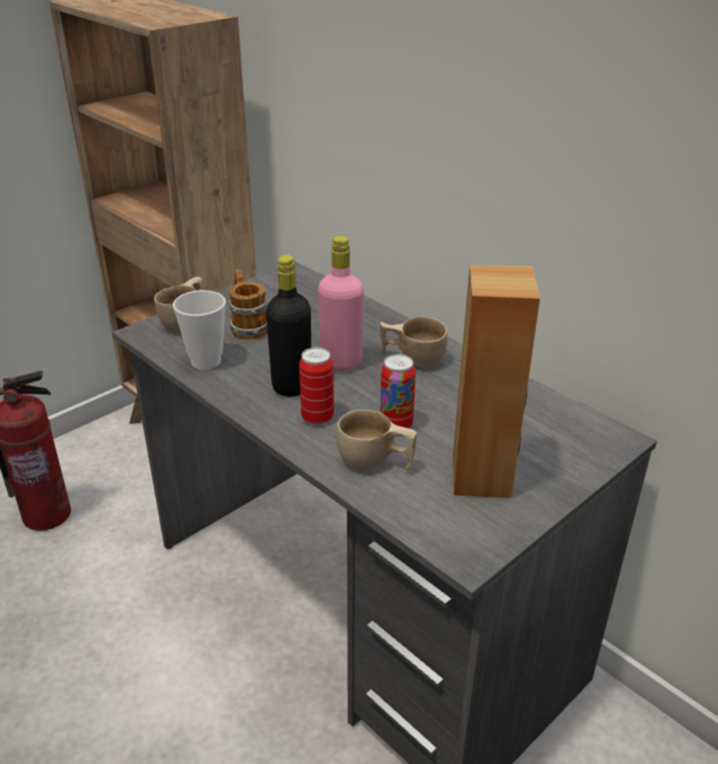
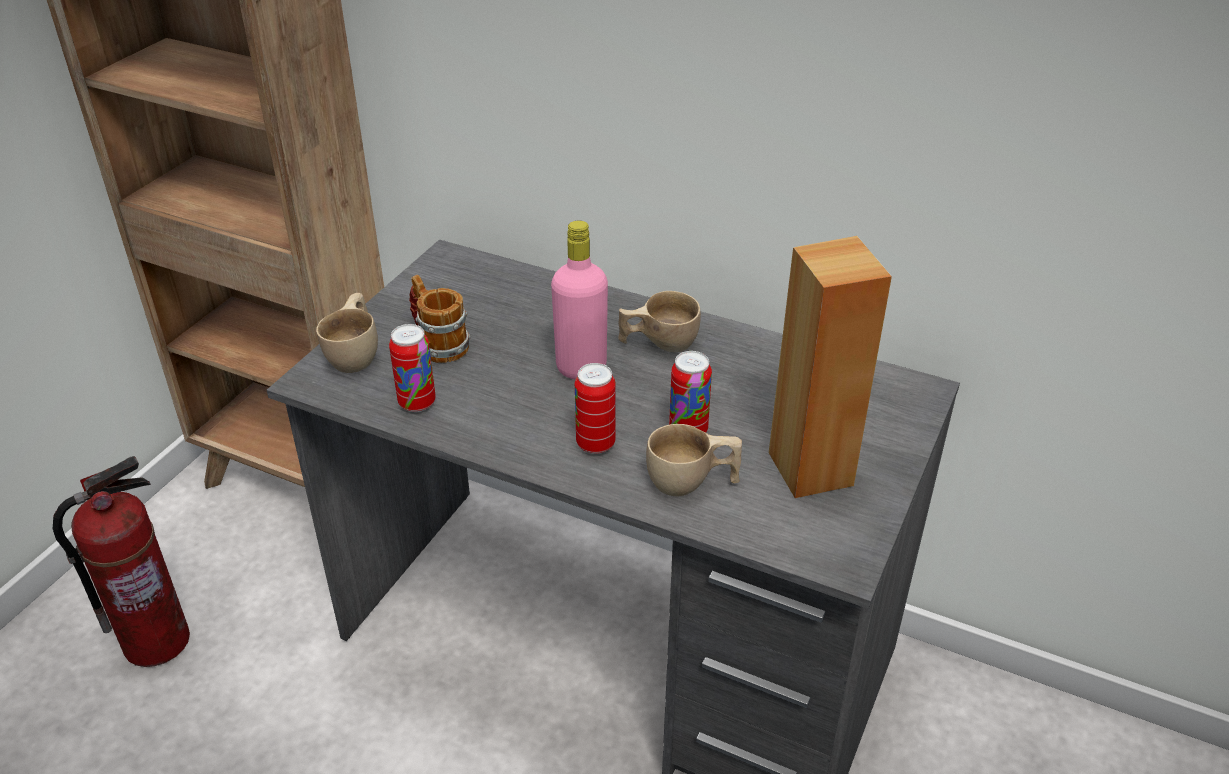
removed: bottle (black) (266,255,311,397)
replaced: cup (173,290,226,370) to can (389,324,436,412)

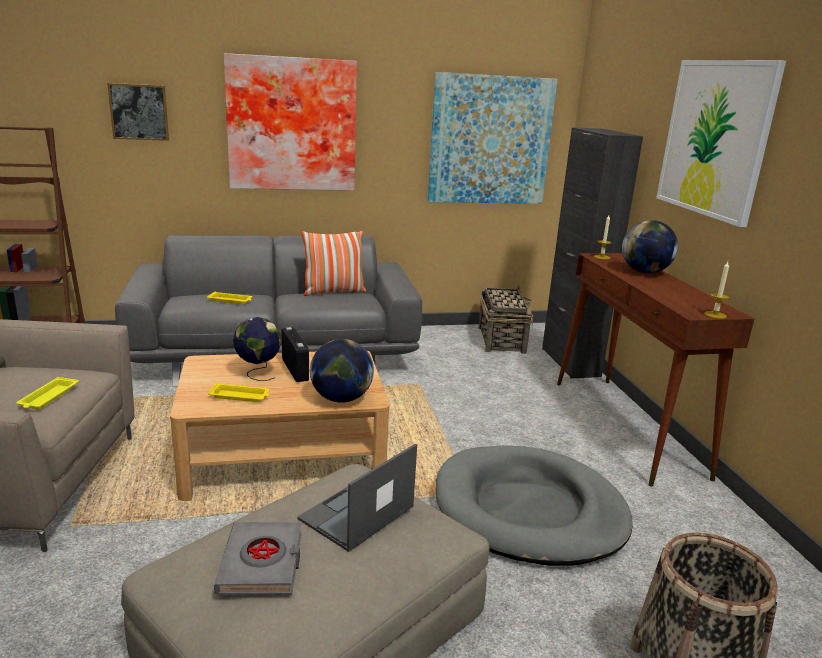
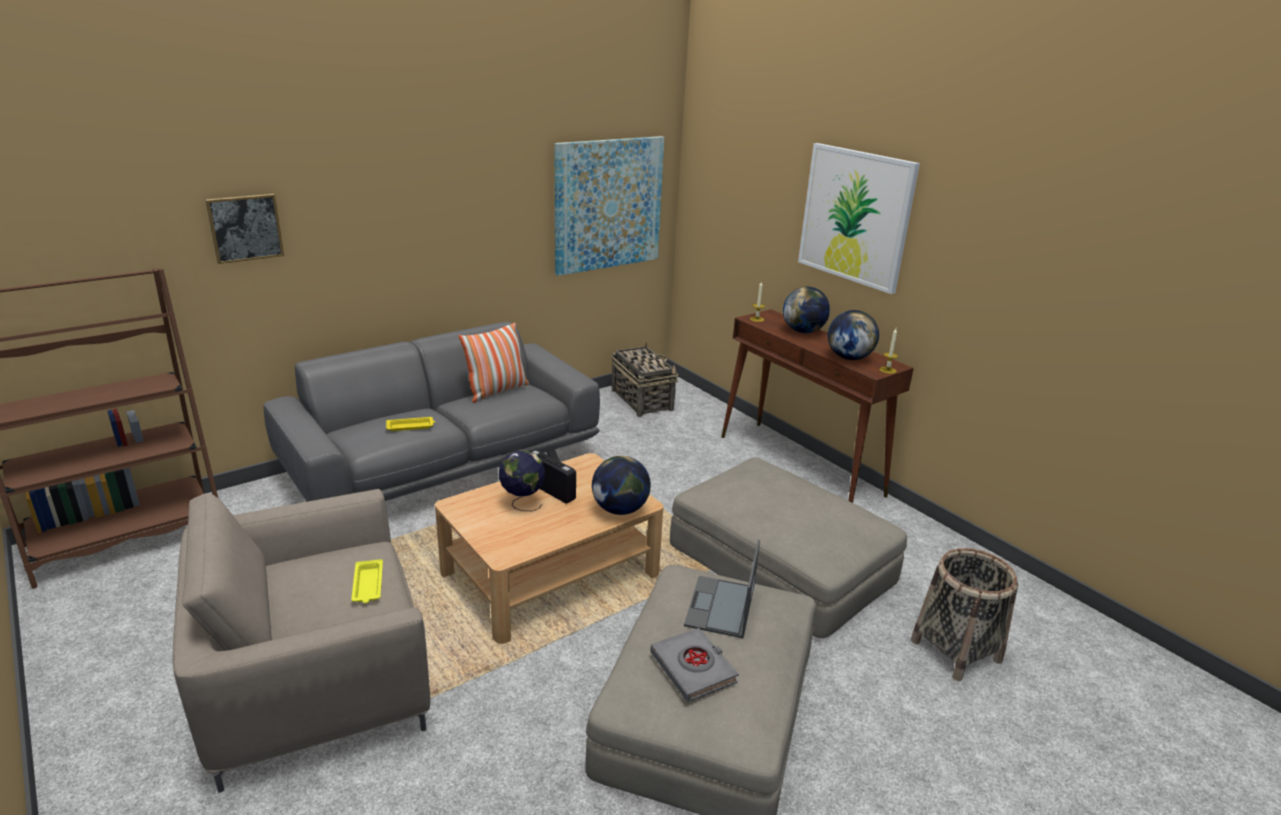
removed: tray (yellow) (208,383,270,402); picture (224,53,357,191); cabinet (black) (542,127,643,378)
added: globe (828,310,879,360)
replaced: dog bed (grey) (436,445,633,566) to ottoman (beige) (670,457,907,639)

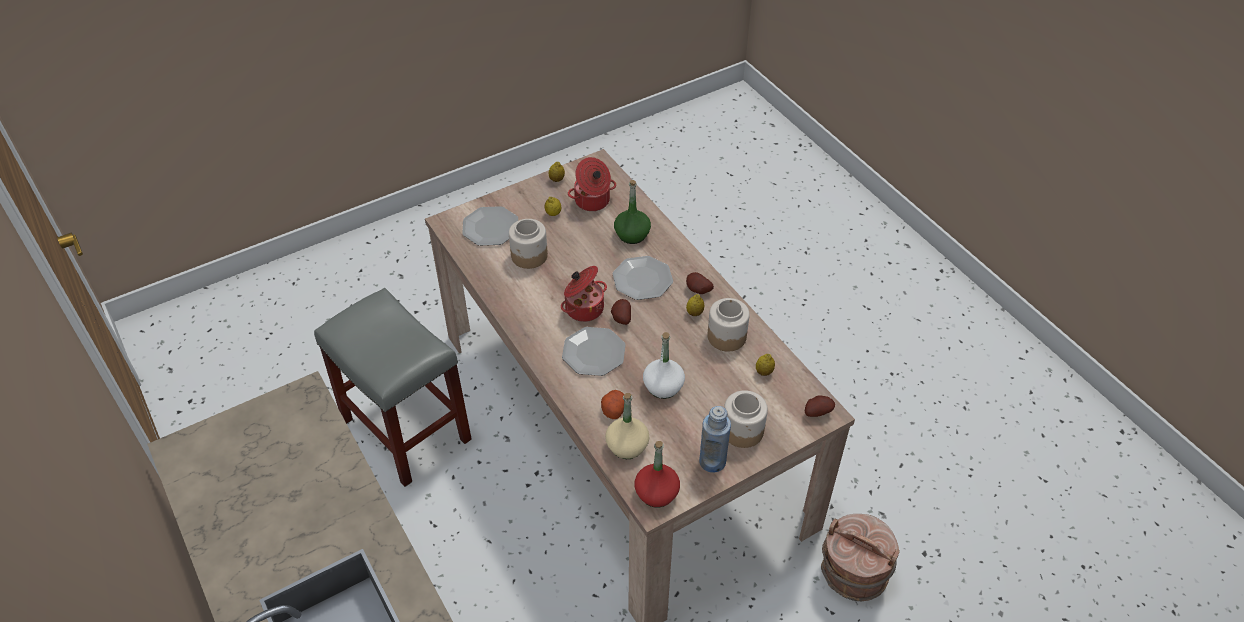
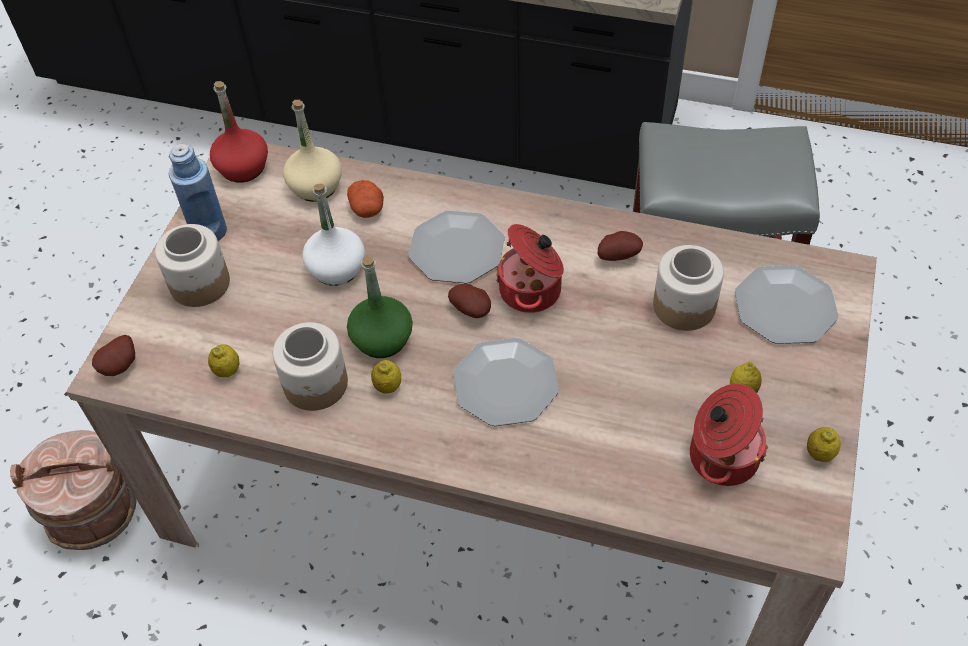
moved: bottle (green) (614,180,651,244) to (347,255,413,358); potato (686,272,714,294) to (597,231,643,261)

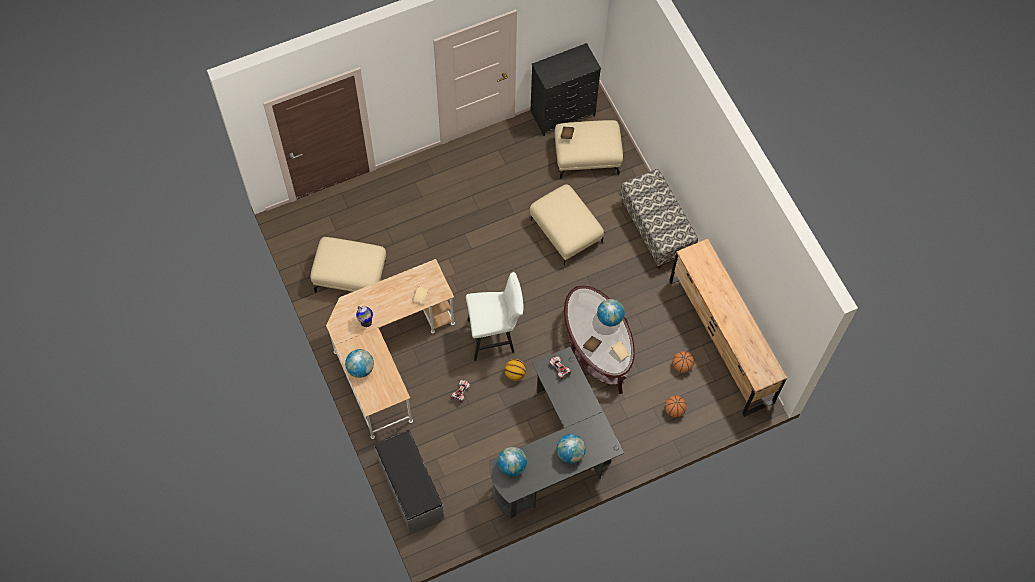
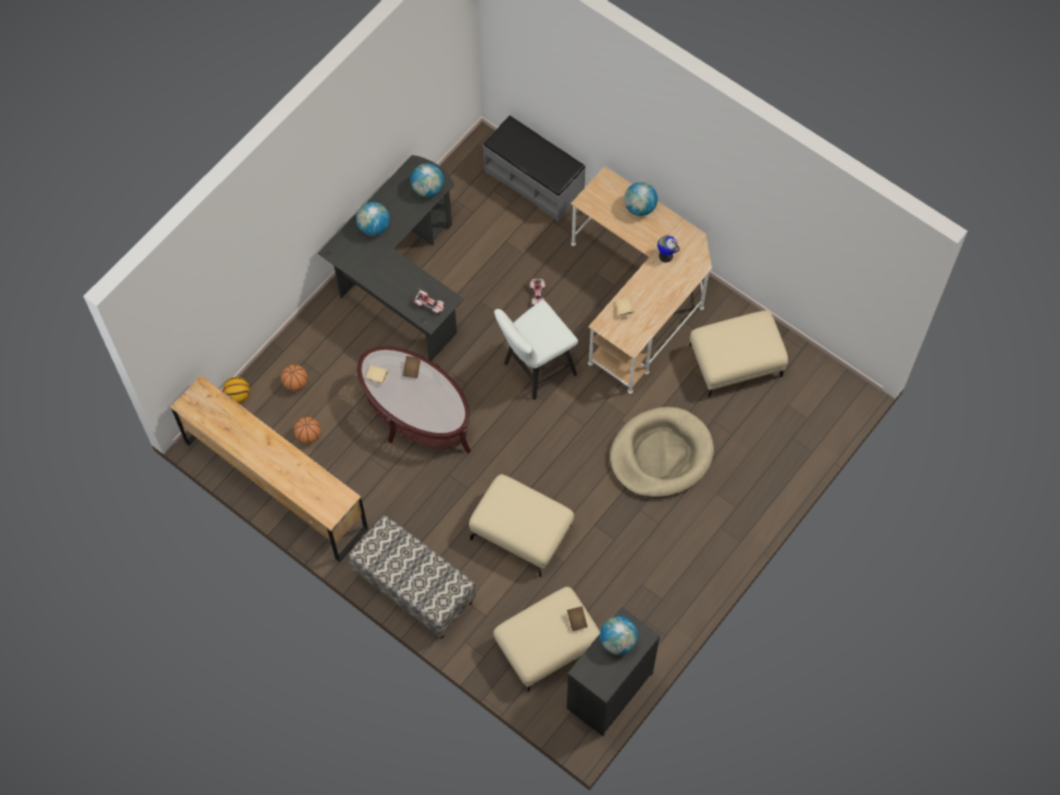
added: dog bed (beige) (610,407,714,498)
moved: basketball (504,359,526,381) to (223,377,250,404); globe (597,299,625,326) to (600,616,638,655)

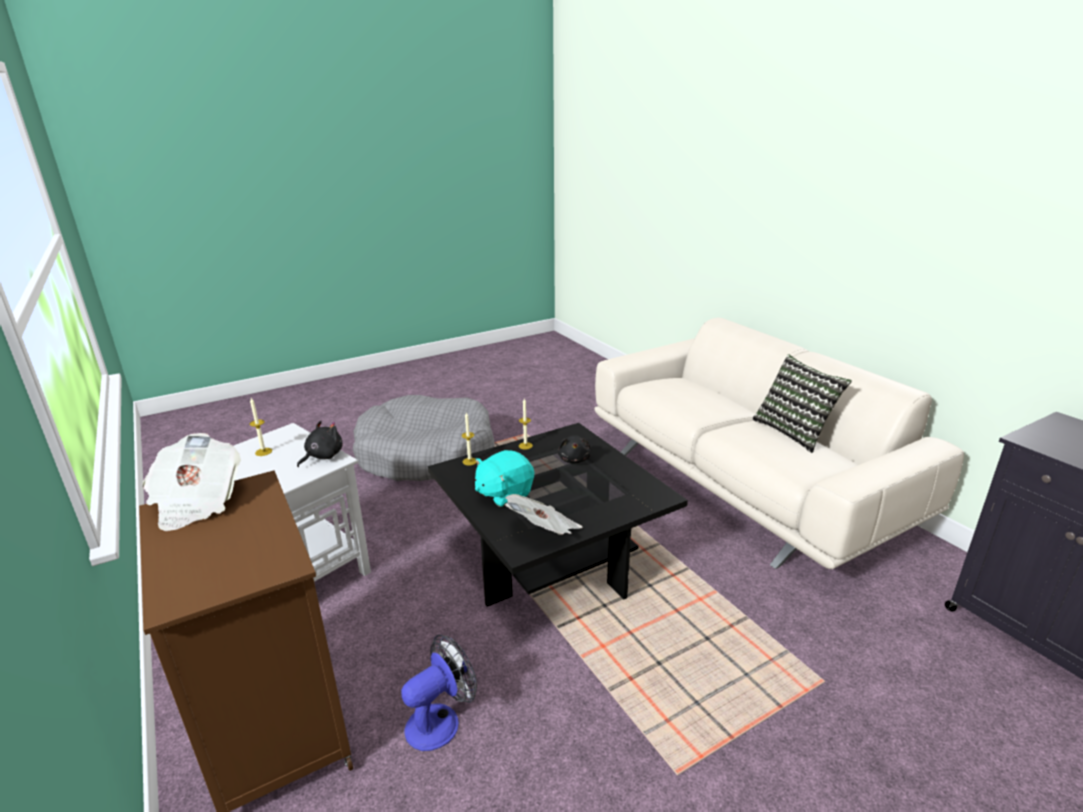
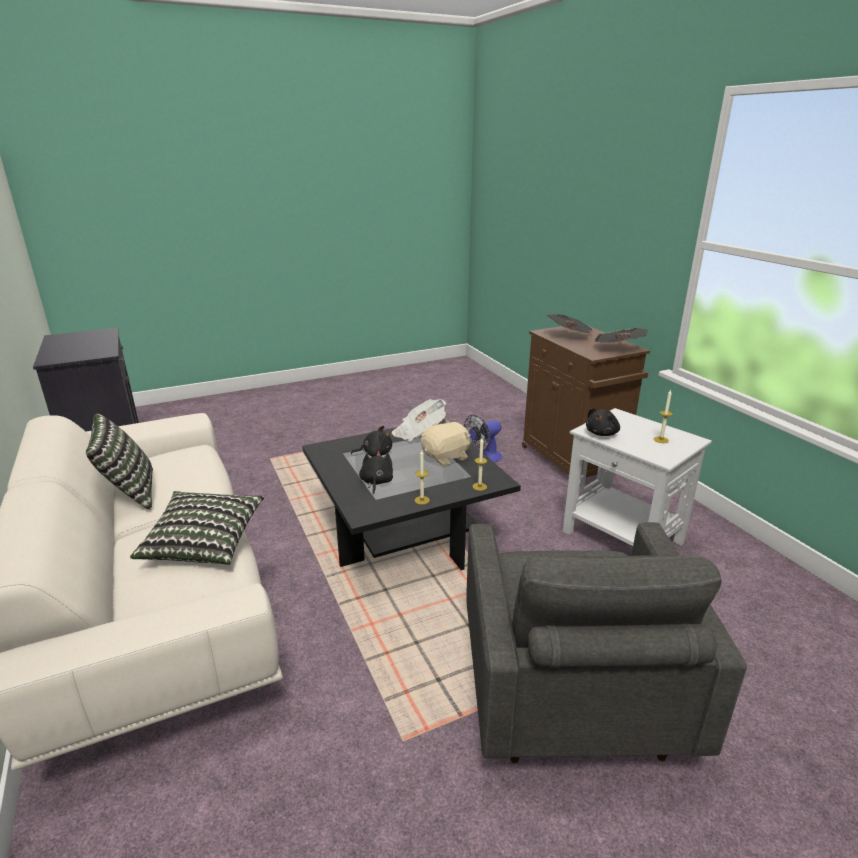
added: pillow (130,491,264,565); plush toy (black) (351,426,392,457); newspaper (546,314,593,333)
replaced: dog bed (grey) (353,395,495,481) to armchair (grey) (466,522,747,763)
recoloured: plush toy (turquoise) (475,450,534,507) to plush toy (beige) (421,420,471,466)

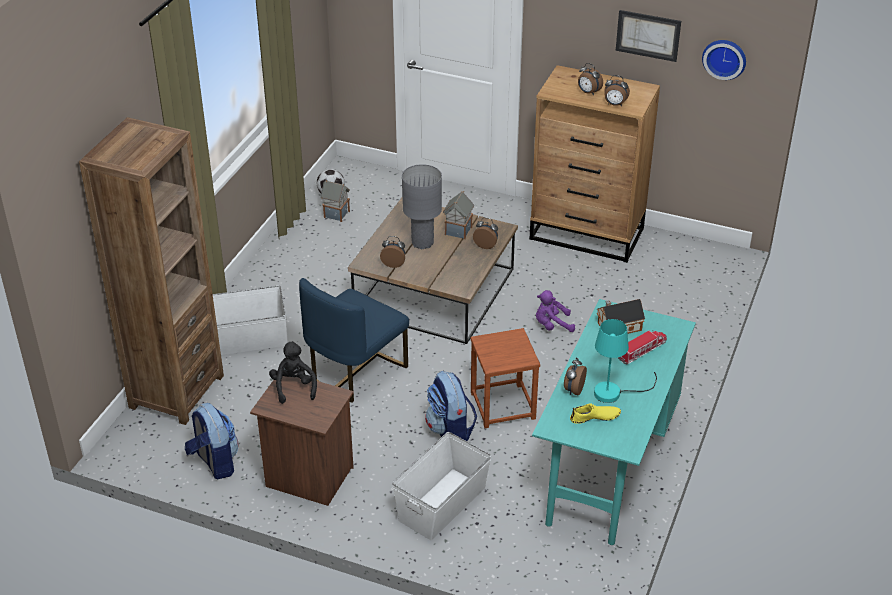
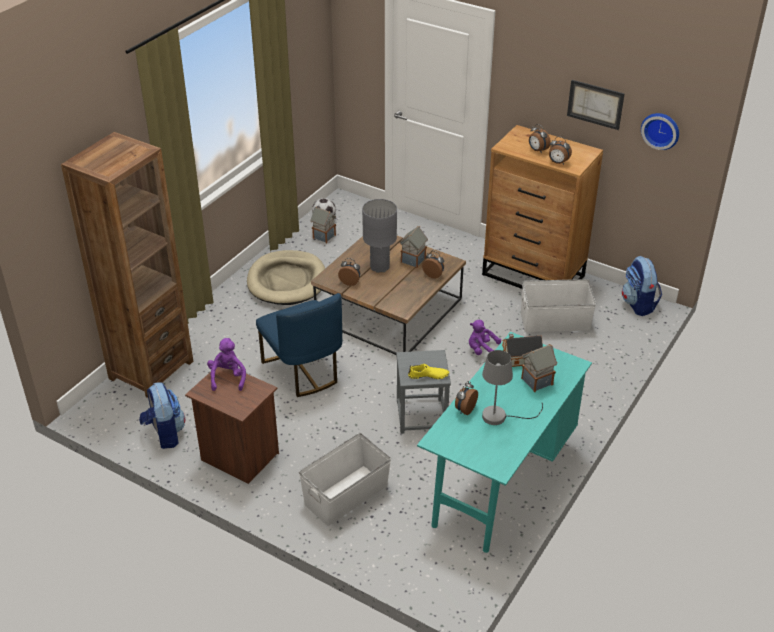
added: dog bed (beige) (247,250,325,305)
moved: storage box (white) (213,286,288,355) to (521,279,596,332); backpack (425,371,477,441) to (622,256,662,316); shoe (yellow) (570,403,621,424) to (408,364,449,379)
replaced: toy truck (618,330,667,365) to toy house (521,344,558,392)
recoloured: plush toy (black) (269,341,317,404) to plush toy (purple) (207,338,246,391); stool (brown) (470,328,540,428) to stool (grey) (396,350,451,434); table lamp (turquoise) (594,319,657,403) to table lamp (grey) (482,350,543,425)
turned: chair (blue) (299,278,409,403) = (256,293,342,397) 75 degrees counterclockwise

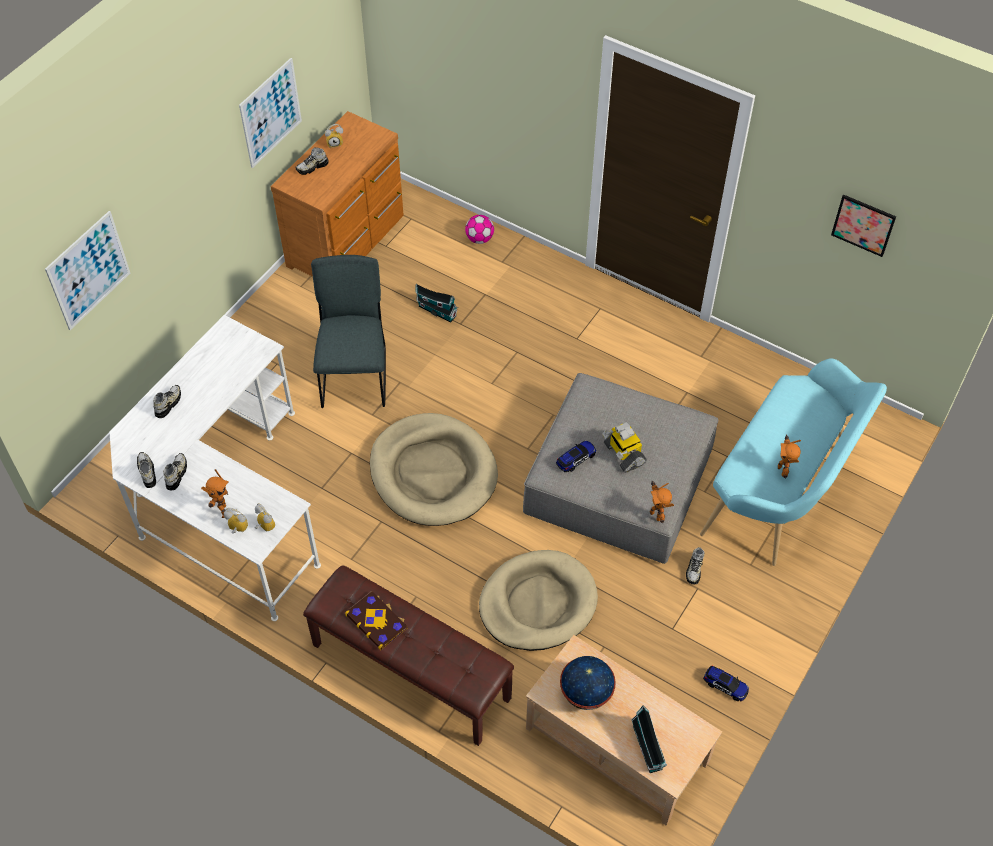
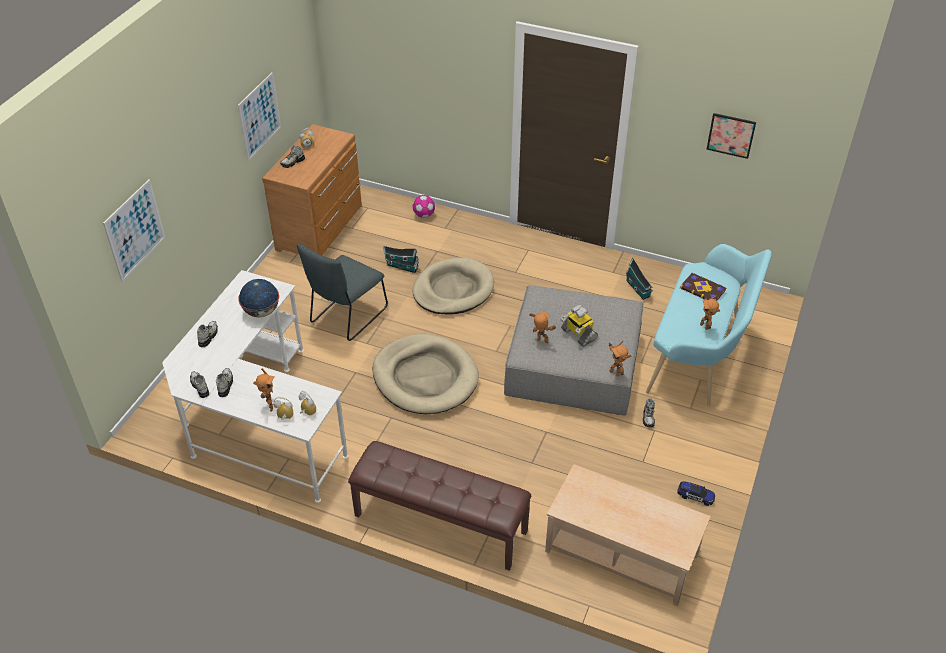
moved: book (345,591,407,650) to (680,273,726,301); dog bed (beige) (479,550,598,651) to (413,257,494,314); globe (560,656,616,710) to (238,279,279,318); toy house (631,705,667,773) to (625,257,653,300)
replaced: toy car (556,441,596,472) to toy robot (529,312,557,344)
turned: chair (grey) (311,255,386,408) = (297,244,388,341) 135 degrees counterclockwise

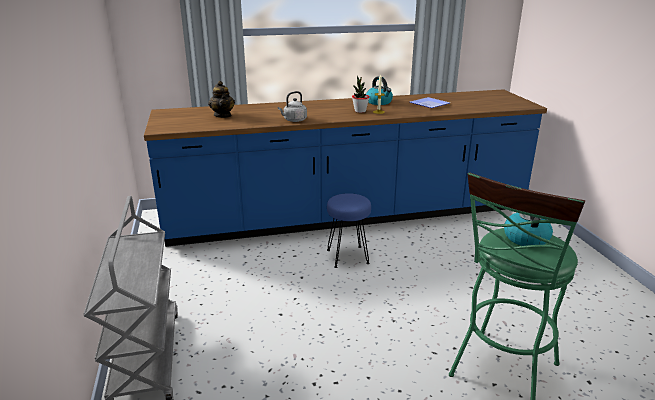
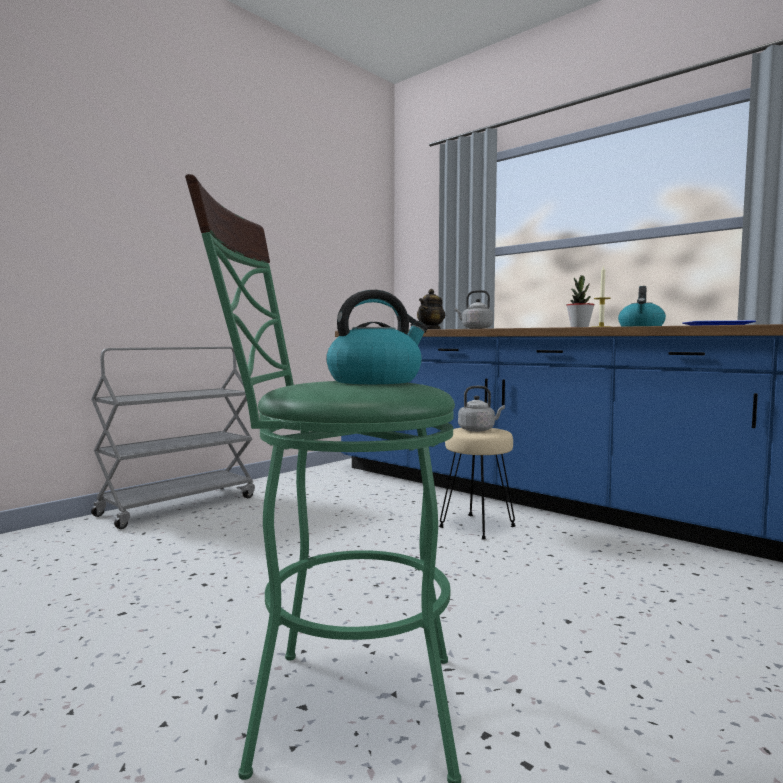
added: kettle (grey) (458,386,505,432)
recoloured: stool (blue) (327,193,371,268) to stool (beige) (439,428,516,539)

